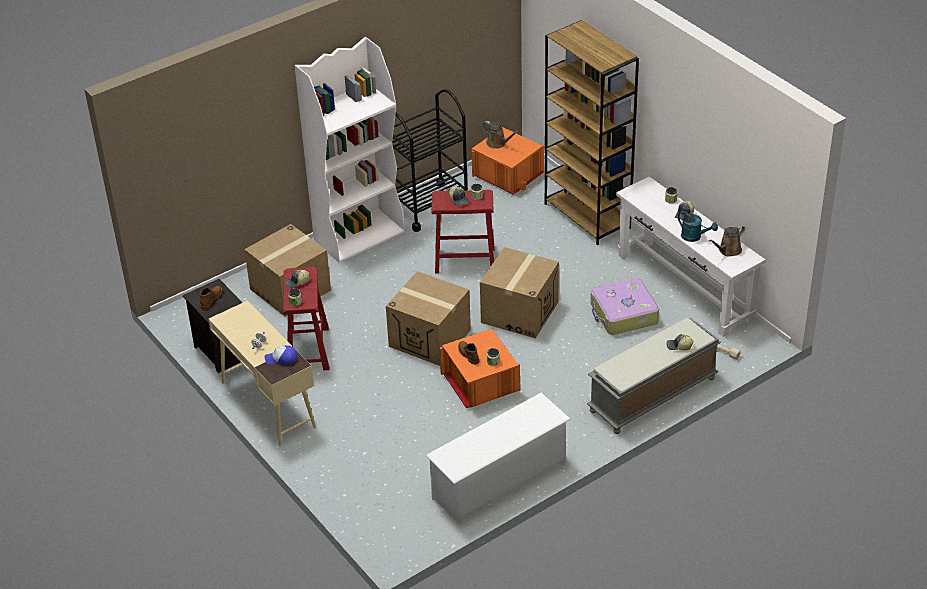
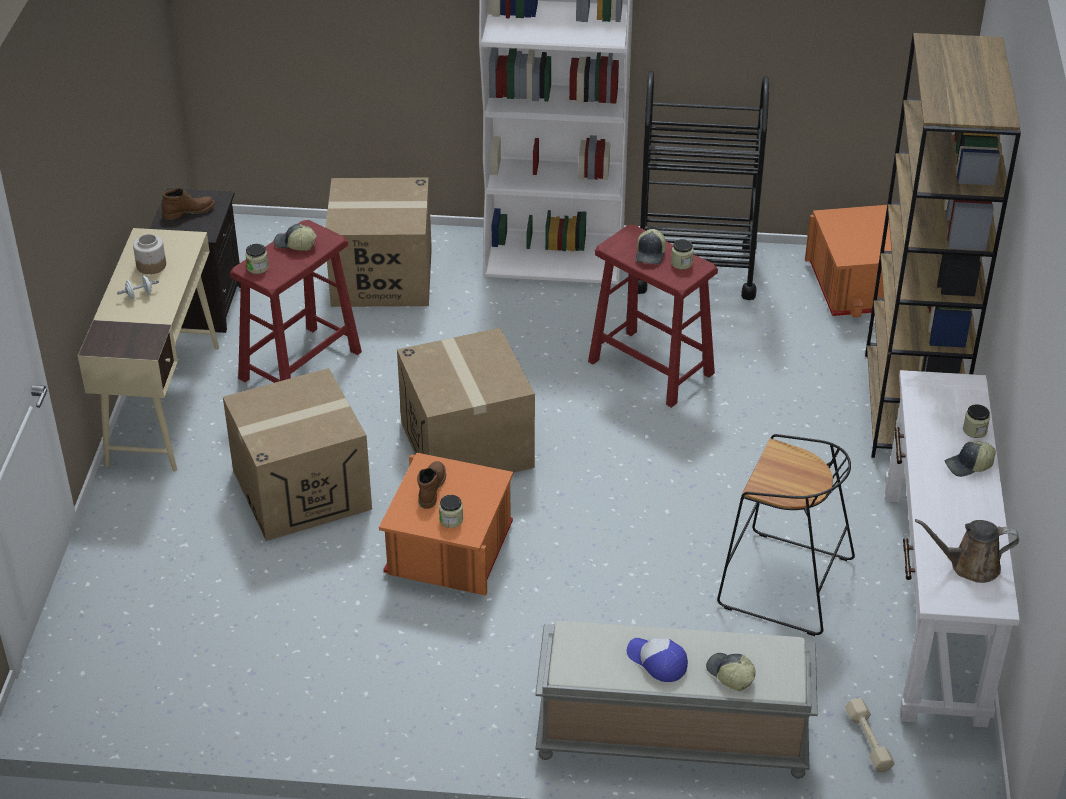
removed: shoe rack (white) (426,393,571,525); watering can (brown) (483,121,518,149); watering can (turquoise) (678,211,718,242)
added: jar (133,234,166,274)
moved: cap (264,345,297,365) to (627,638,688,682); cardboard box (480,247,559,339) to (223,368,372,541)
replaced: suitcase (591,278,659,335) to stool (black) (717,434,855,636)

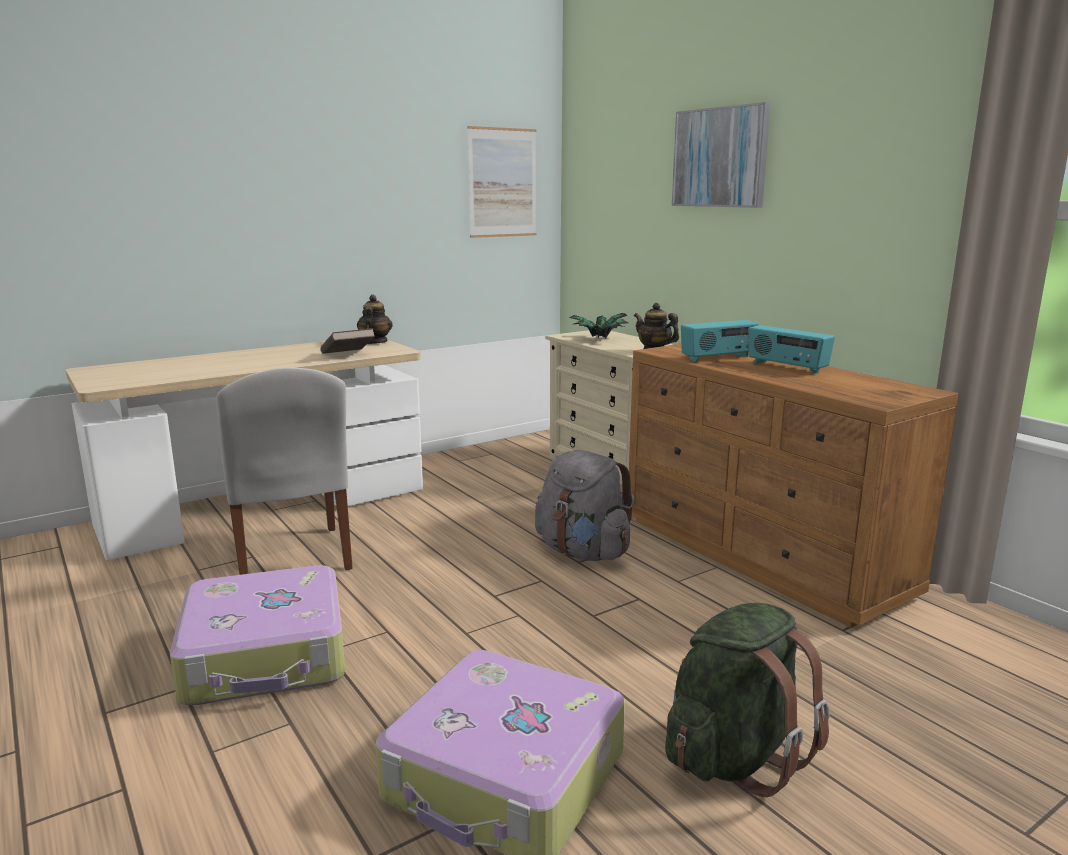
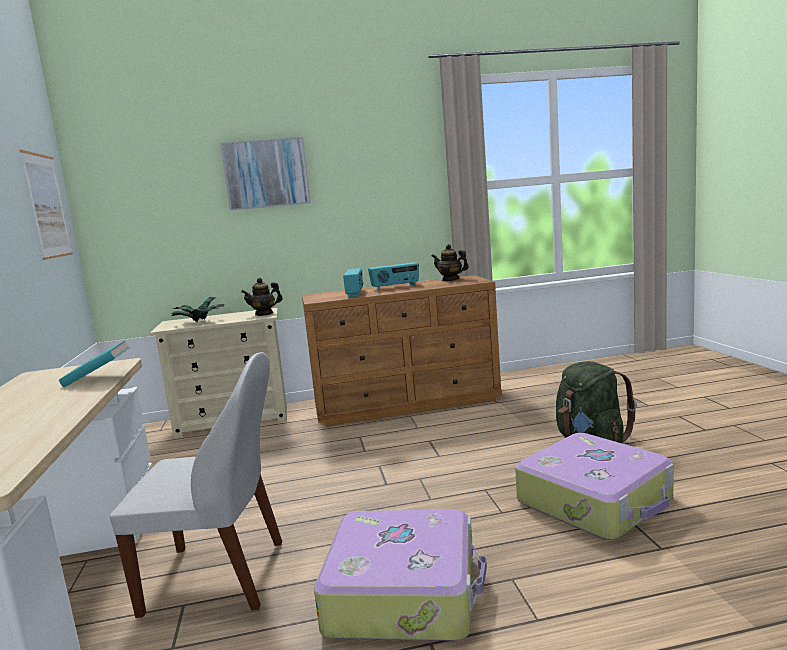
removed: backpack (grey) (535,450,634,561)
moved: teapot (357,295,392,344) to (432,244,469,281)
recoloured: book (brown) (321,328,375,354) to book (turquoise) (59,340,130,387)

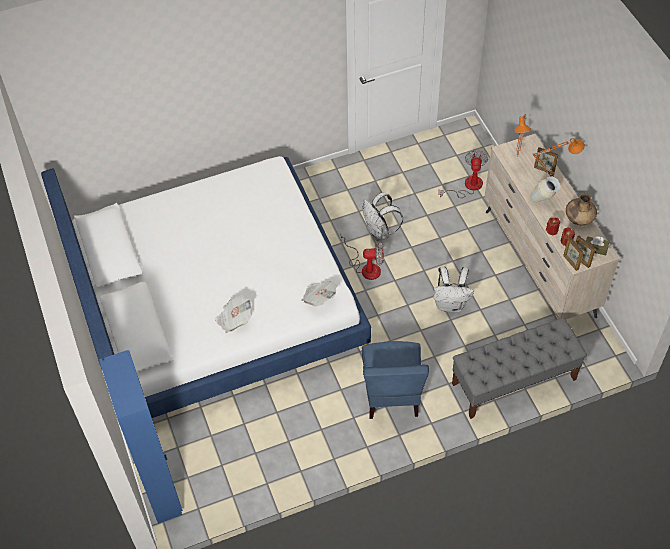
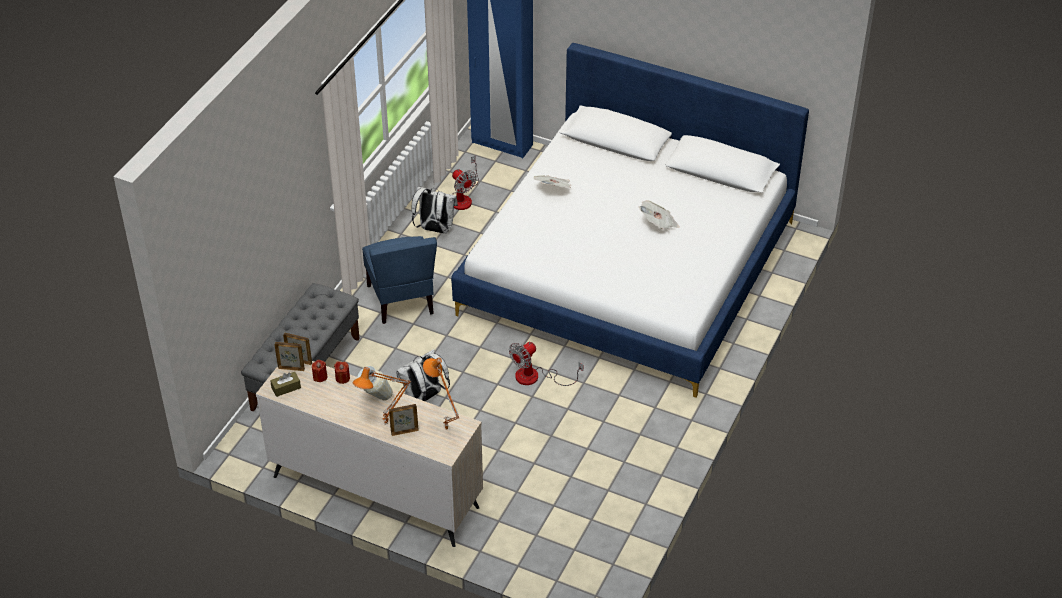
removed: vase (brown) (566,193,597,225)
moved: newspaper (301,281,338,306) to (639,201,680,230); backpack (white) (362,192,403,241) to (412,187,458,233); fan (438,150,488,198) to (452,155,479,210)
turned: chair (blue) (362,341,429,419) = (362,236,437,324) 150 degrees counterclockwise

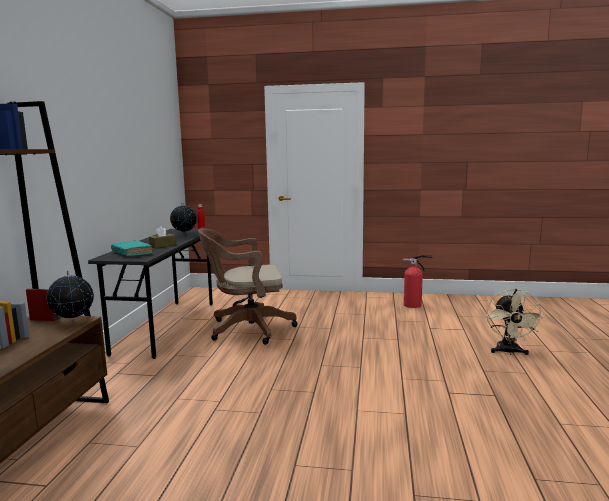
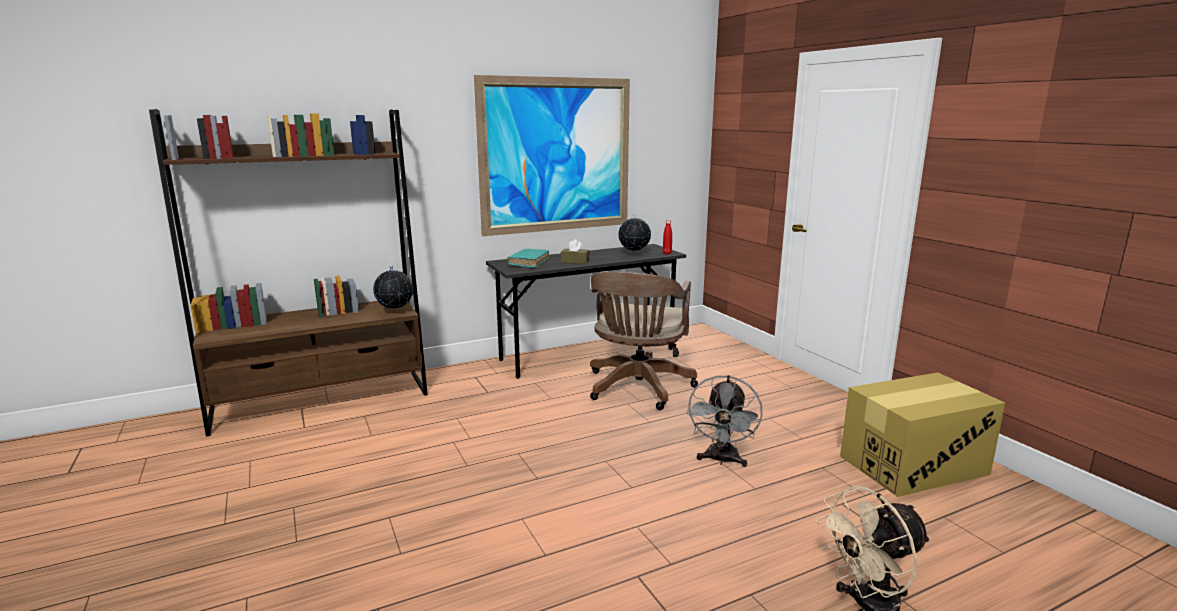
added: picture (474,75,630,236); fan (grey) (687,375,762,467)
replaced: fire extinguisher (403,255,433,308) to cardboard box (840,373,1005,497)
turned: office chair (brown) (198,228,297,345) = (590,271,698,410) 120 degrees counterclockwise

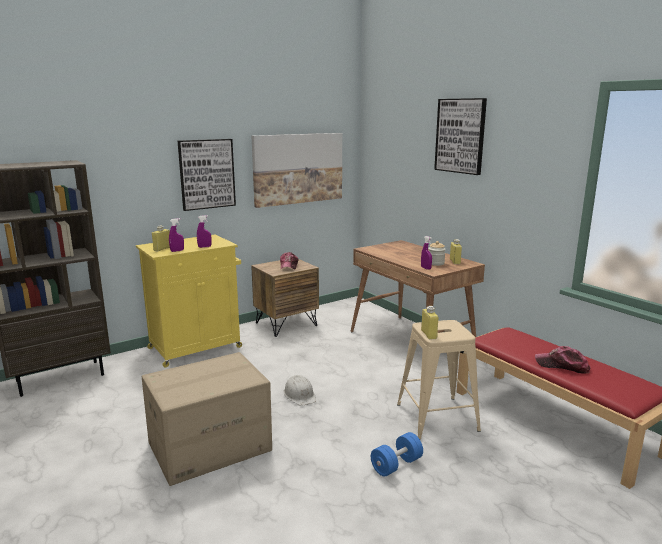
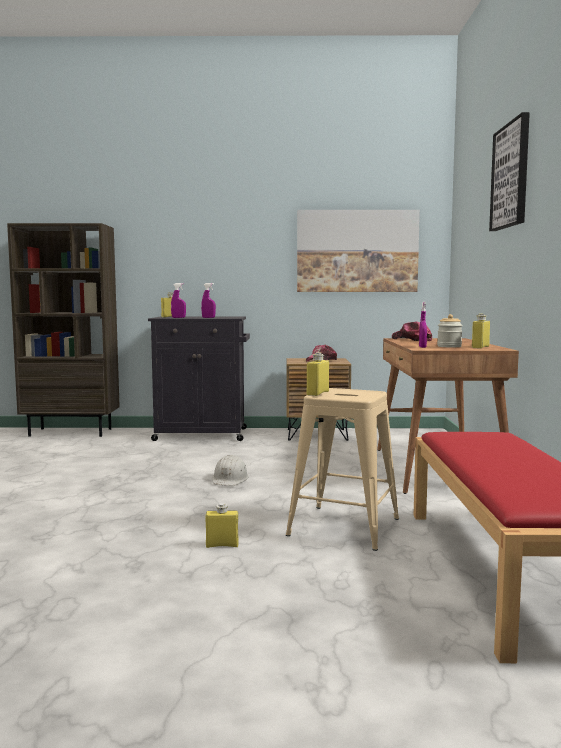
removed: cardboard box (141,352,272,486); picture (178,139,236,211)
moved: cap (535,346,591,374) to (392,321,432,341)
replaced: dumbbell (blue) (371,432,423,477) to bottle (yellow) (205,503,239,548)
recoloured: cabinet (yellow) (136,235,242,368) to cabinet (black) (148,316,250,441)

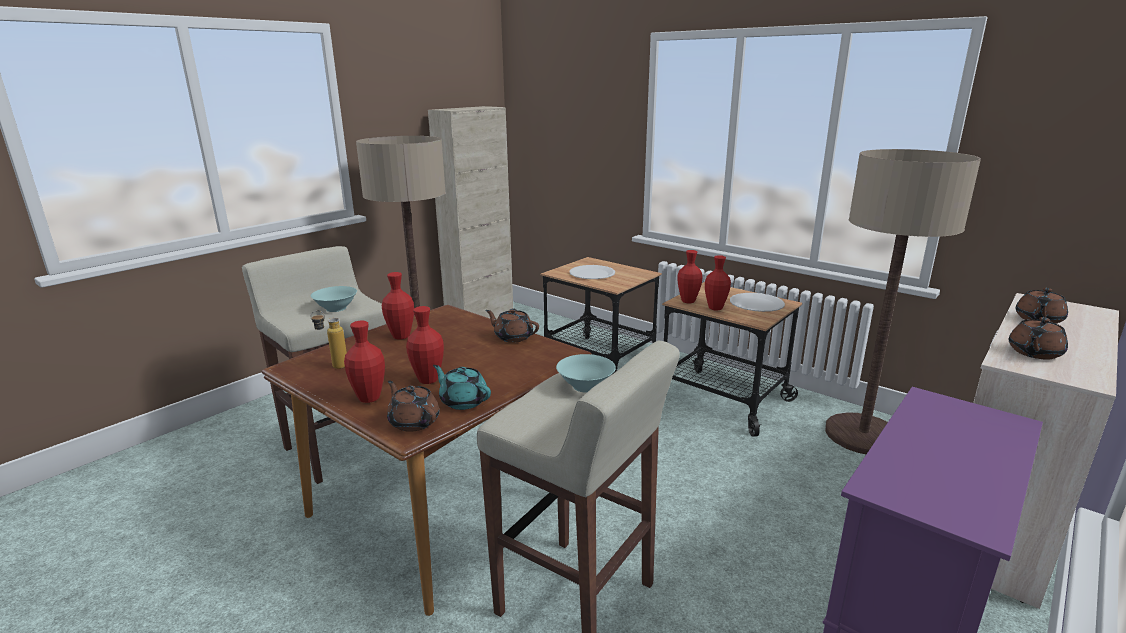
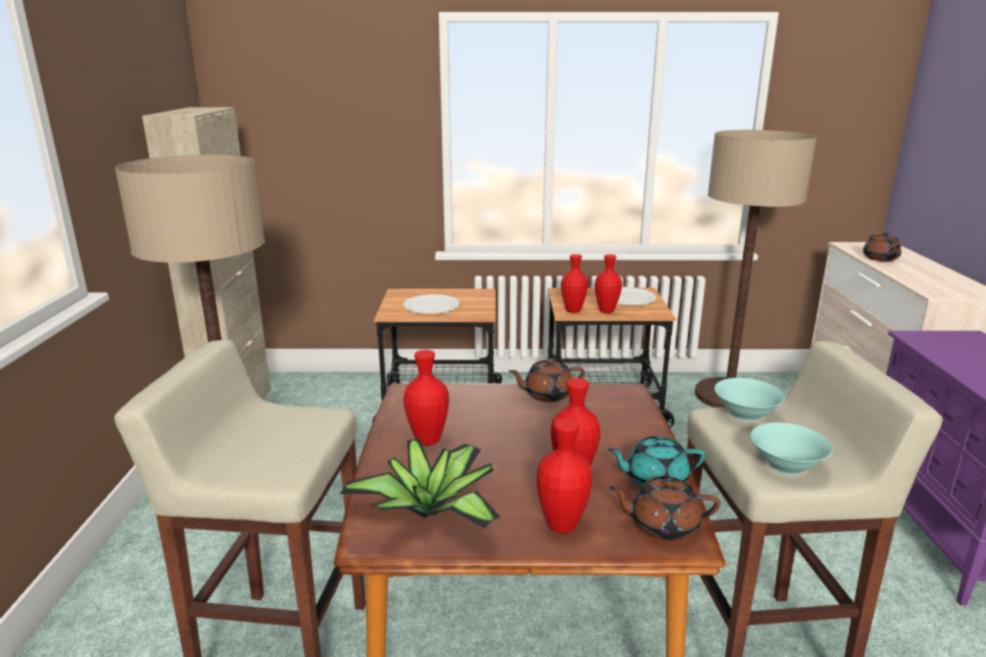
removed: teapot (brown) (1009,317,1068,360)
moved: bowl (turquoise) (311,286,357,312) to (751,423,833,475)
replaced: bottle (310,310,347,369) to potted plant (340,439,500,528)

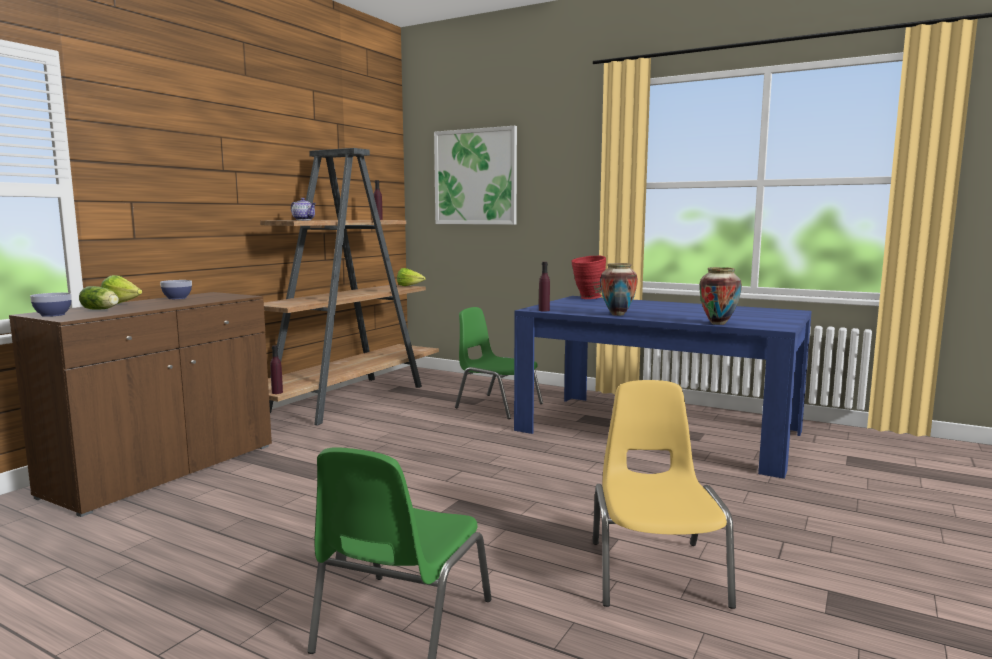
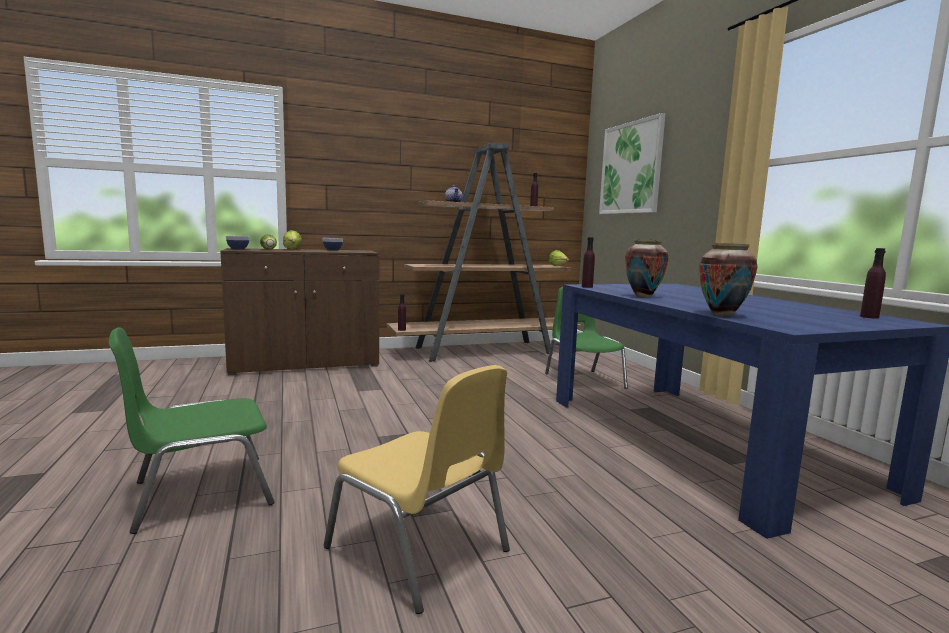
removed: vase (red) (571,256,606,299)
added: bottle (purple) (860,248,886,319)
turned: chair (yellow) (593,380,736,609) = (323,365,510,614) 90 degrees clockwise

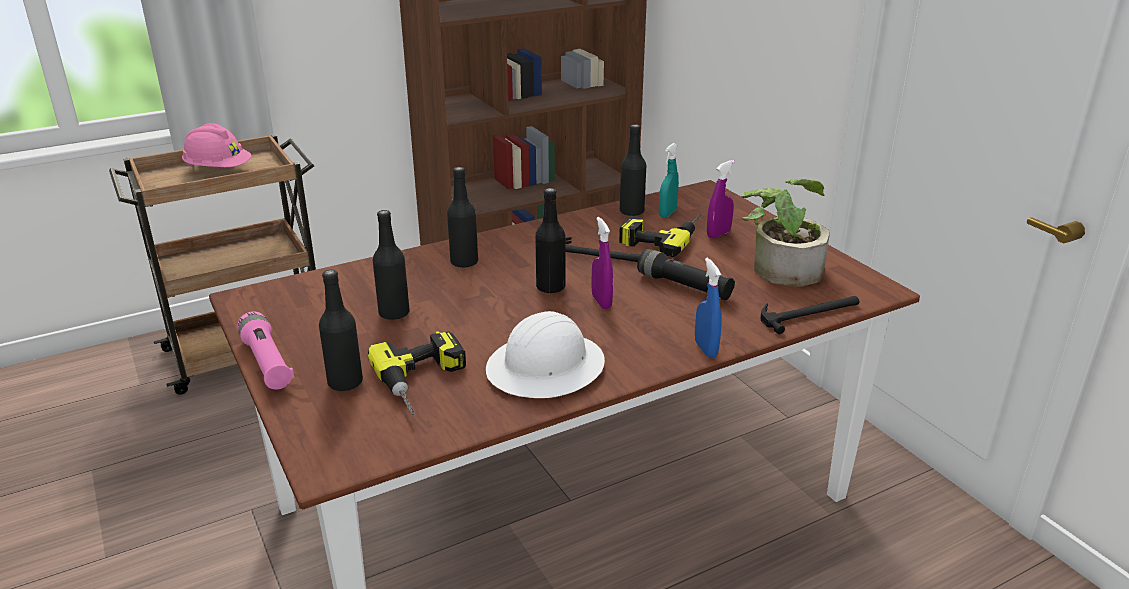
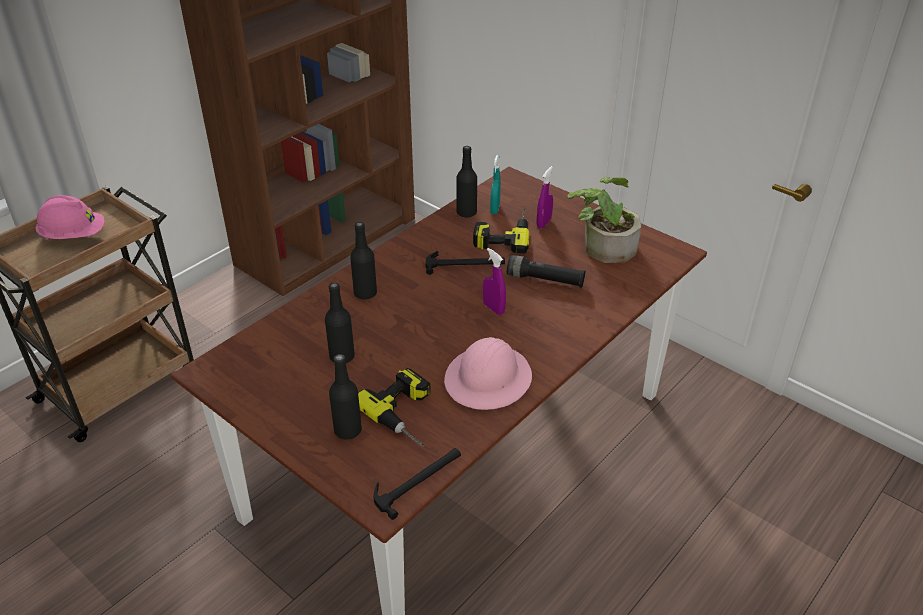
removed: flashlight (pink) (238,311,294,390); bottle (black) (535,188,565,294); spray bottle (blue) (695,258,721,358)
moved: hammer (760,296,860,334) to (373,448,461,520)
recoloured: hard hat (white) (486,311,605,398) to hard hat (pink) (444,337,532,410)

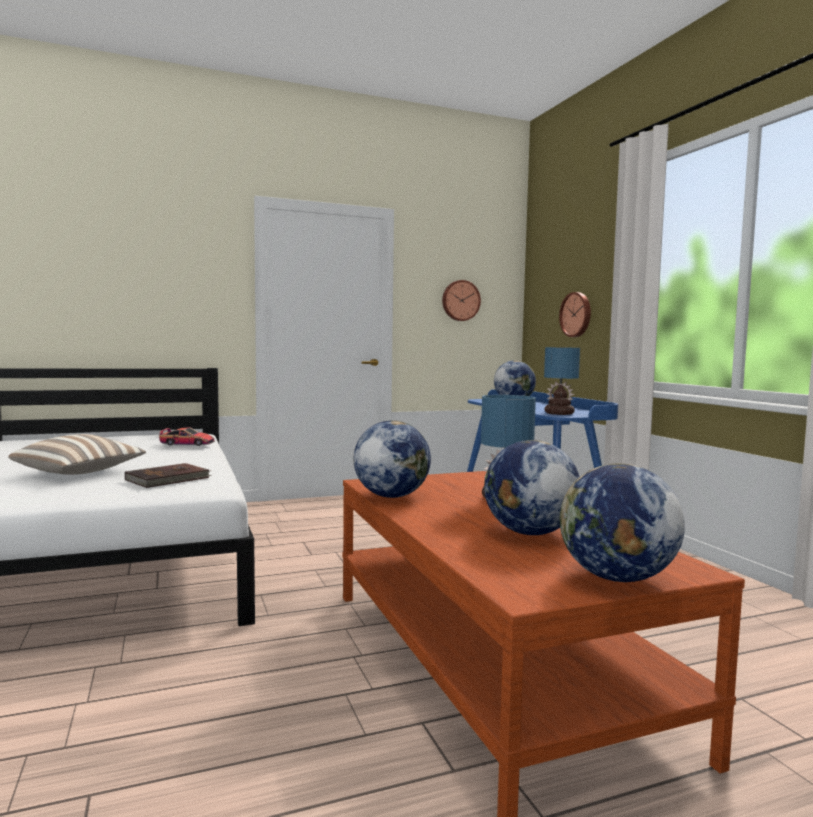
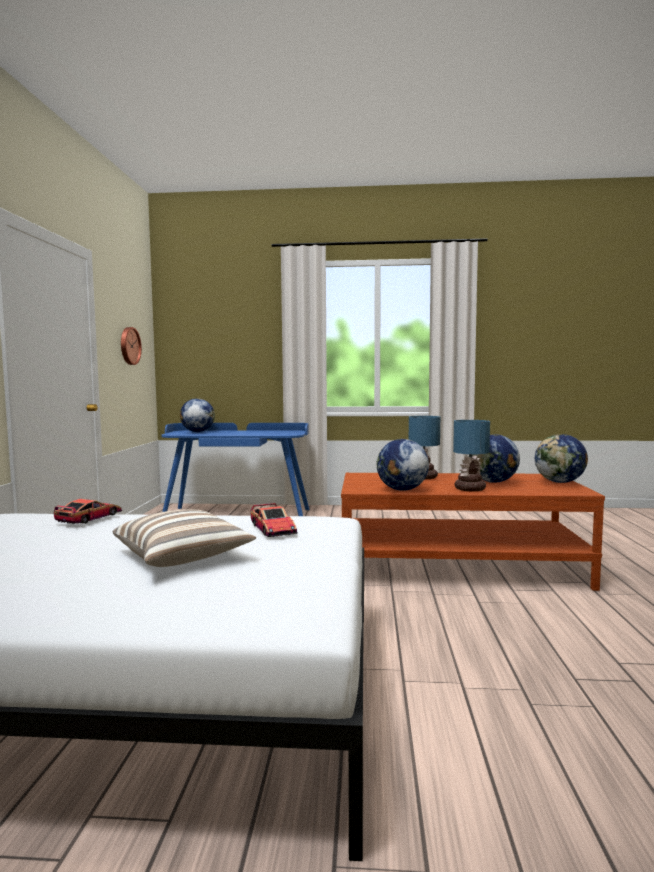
removed: wall clock (559,292,591,337)
moved: table lamp (544,347,580,415) to (453,420,490,491)
replaced: book (brown) (125,463,212,488) to toy car (251,503,298,537)

